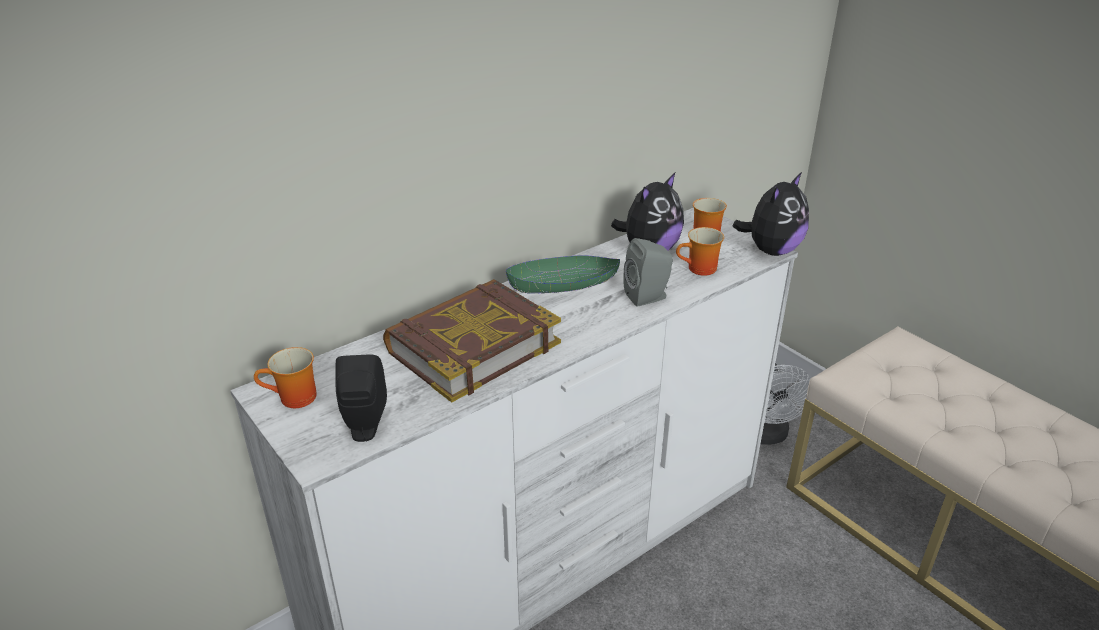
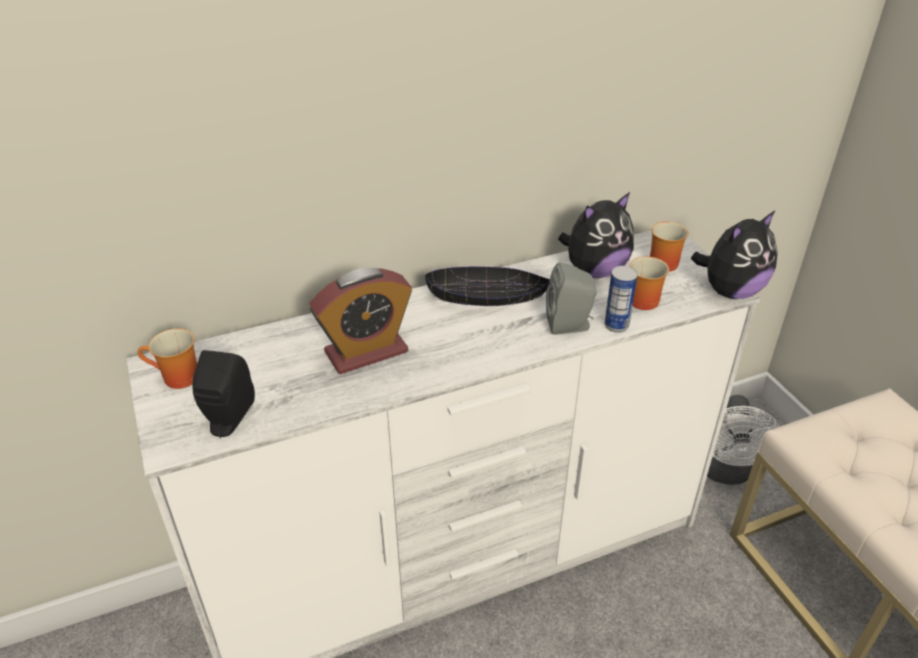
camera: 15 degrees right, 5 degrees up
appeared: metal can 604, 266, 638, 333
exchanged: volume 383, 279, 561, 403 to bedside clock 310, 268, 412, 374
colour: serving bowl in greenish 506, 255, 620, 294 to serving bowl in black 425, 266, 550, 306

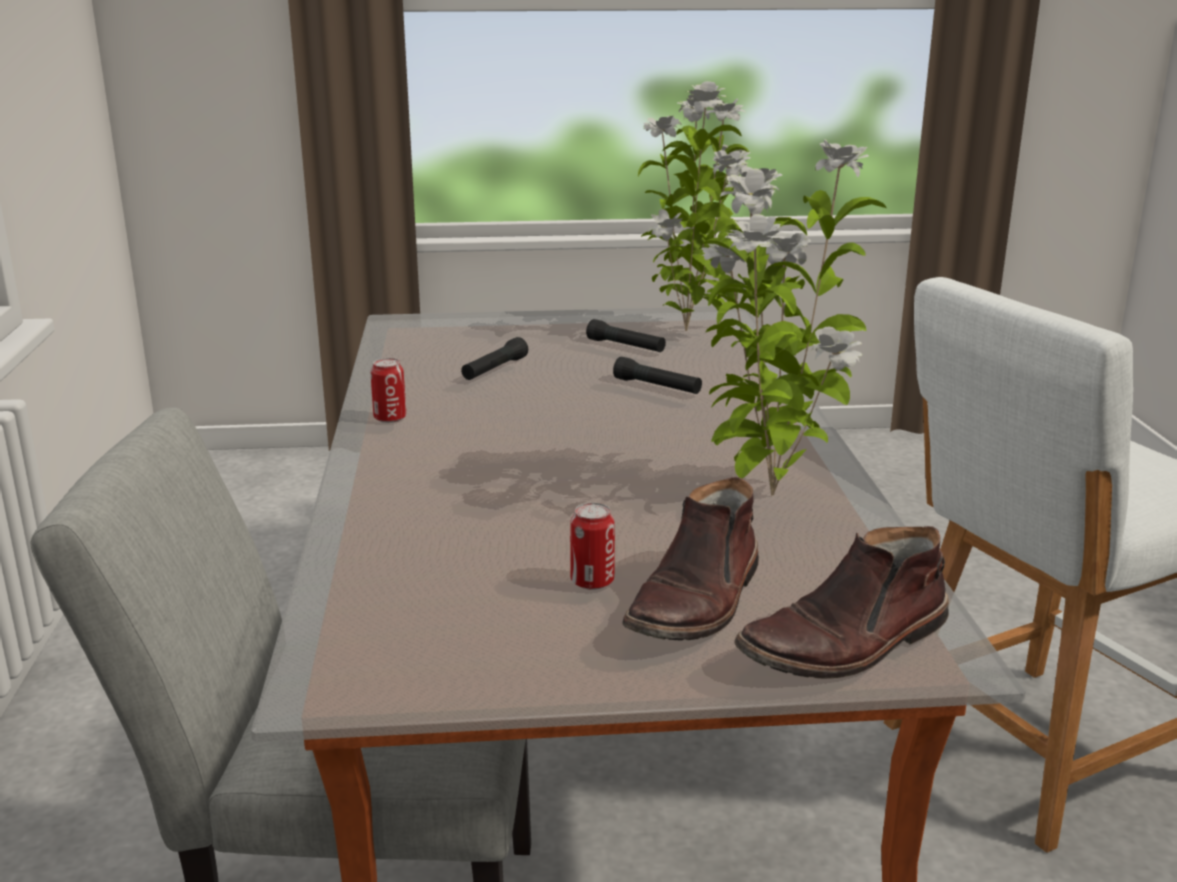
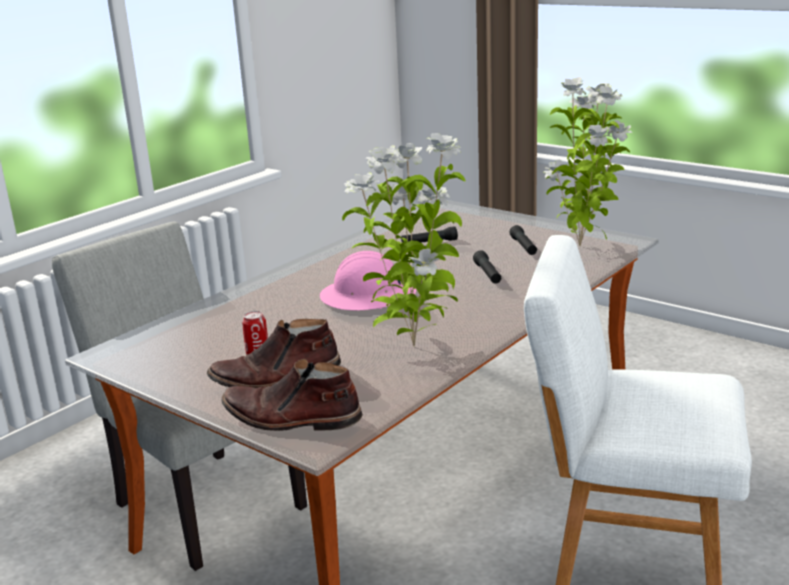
camera: 45 degrees right, 0 degrees up
missing: metal can 370, 358, 406, 423
appeared: work helmet in pinkish 320, 251, 416, 310

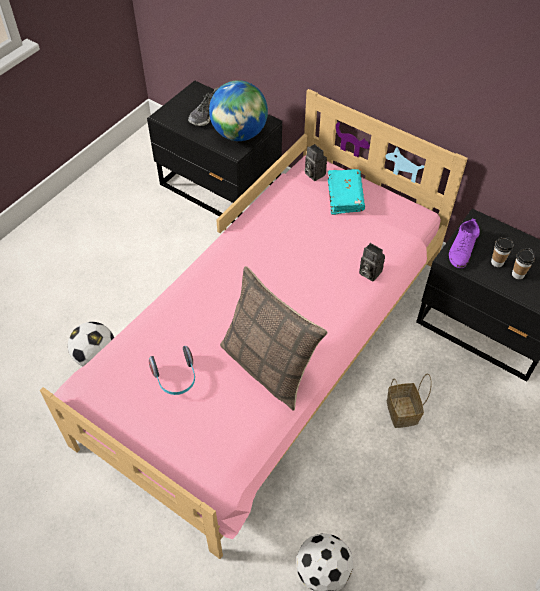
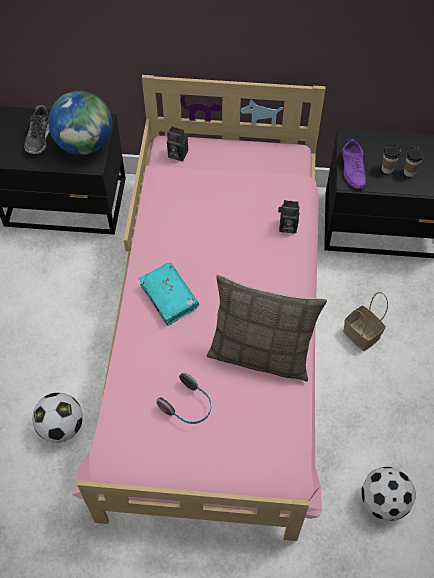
camera: 30 degrees left, 5 degrees up
relocated: volume in turquoise-coloured 328, 169, 365, 215 to 139, 262, 199, 326

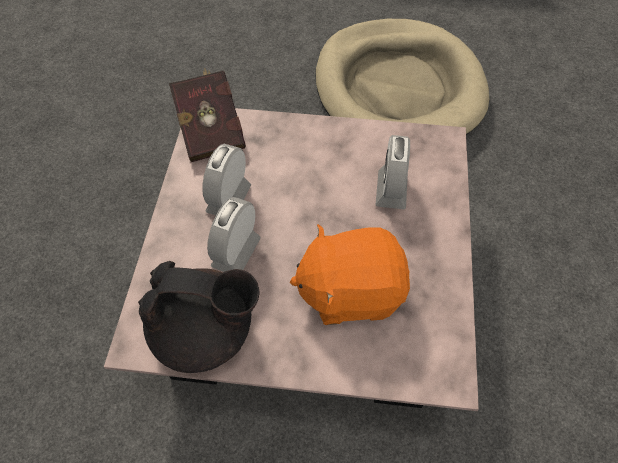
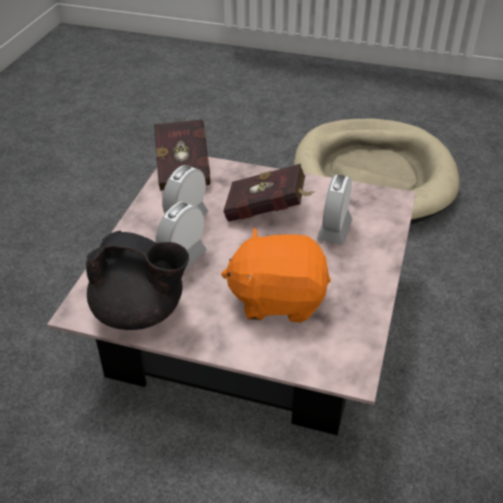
camera: 10 degrees right, 15 degrees down
appeared: volume in red 223, 164, 316, 222

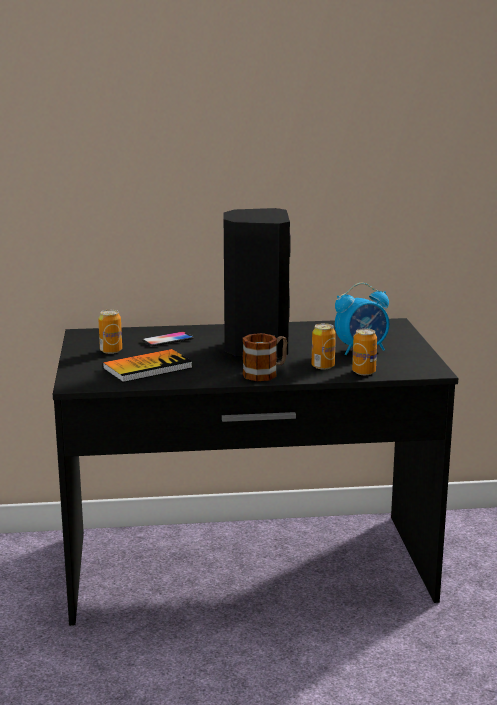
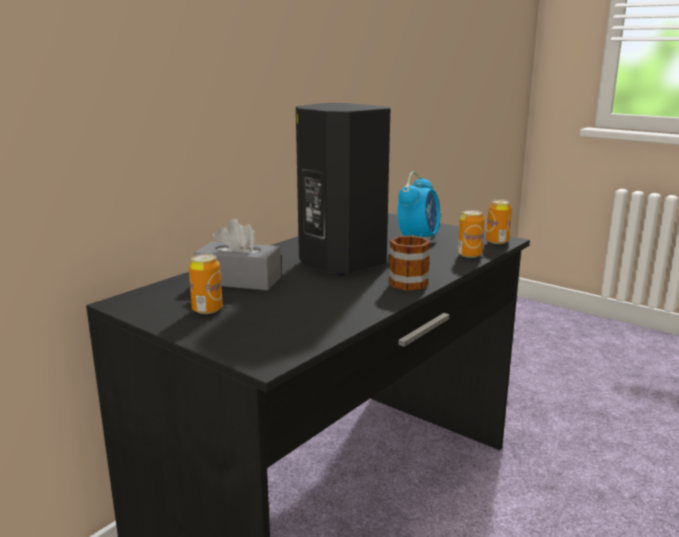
camera: 45 degrees left, 0 degrees up
missing: volume 103, 349, 193, 382
relocated: metal can 311, 323, 336, 370 to 486, 199, 512, 244
exchanged: telephone 142, 331, 194, 347 to tissue box in greyish 194, 219, 281, 291

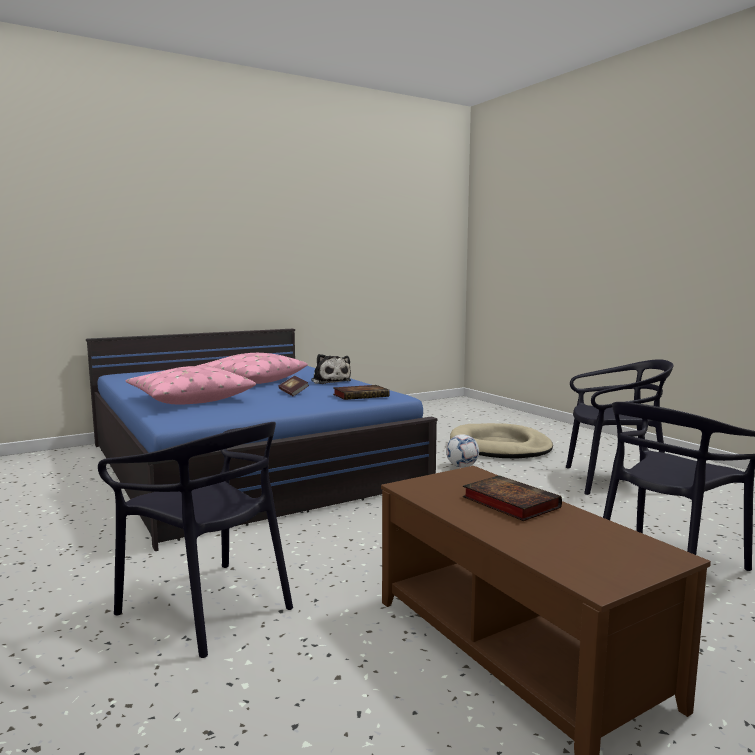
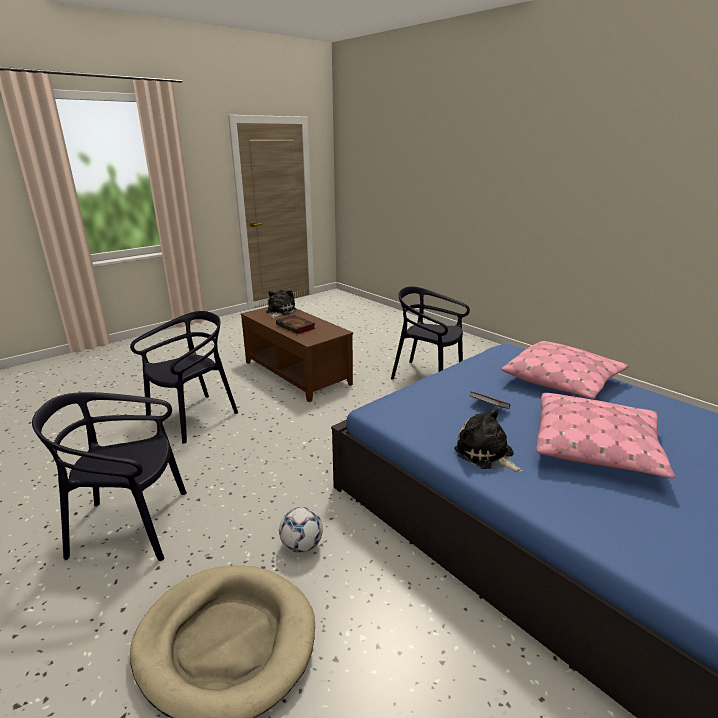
camera: 170 degrees right, 15 degrees up
missing: volume 333, 385, 389, 400
appeared: plush toy 266, 290, 296, 319

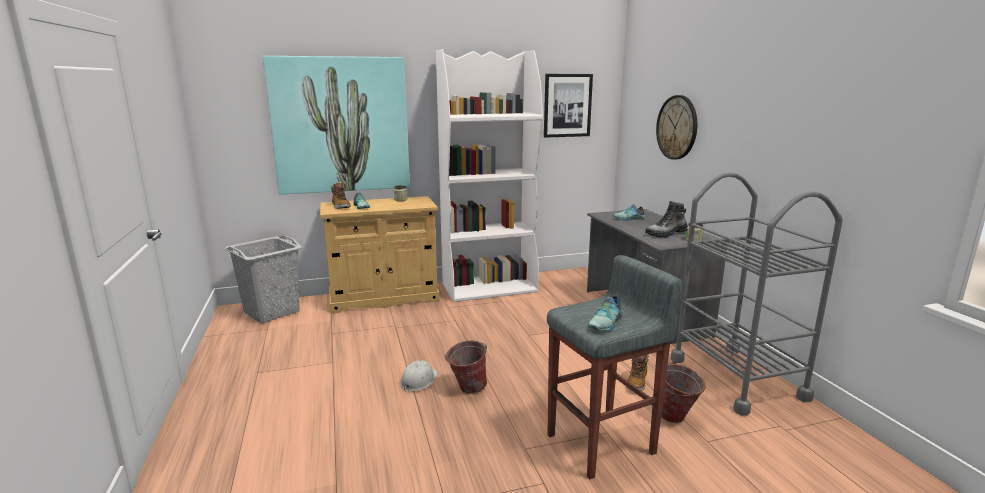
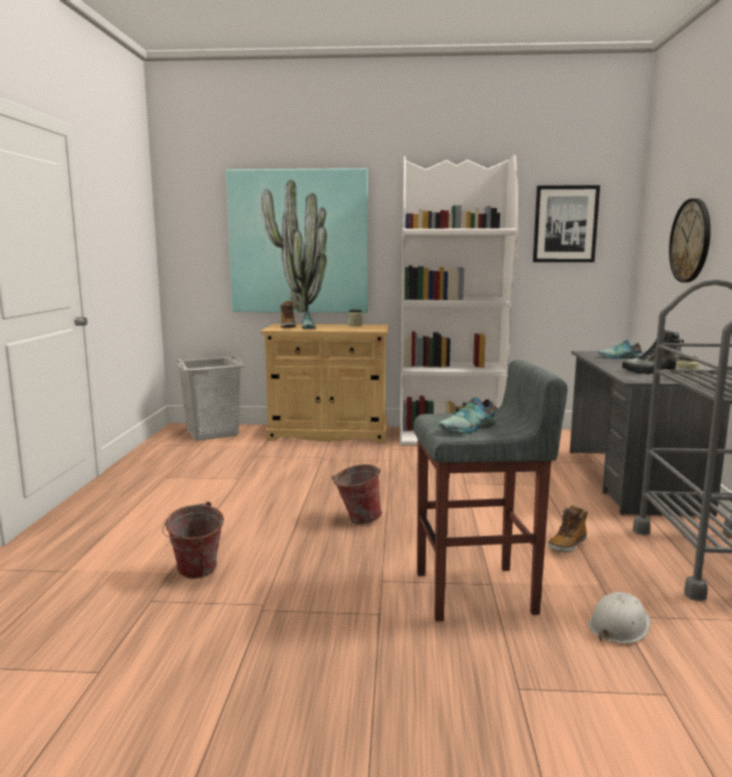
camera: 20 degrees right, 5 degrees down
relocated: work helmet in white-coloured 400, 360, 438, 392 to 589, 592, 651, 644; bucket 661, 361, 706, 423 to 162, 502, 224, 579

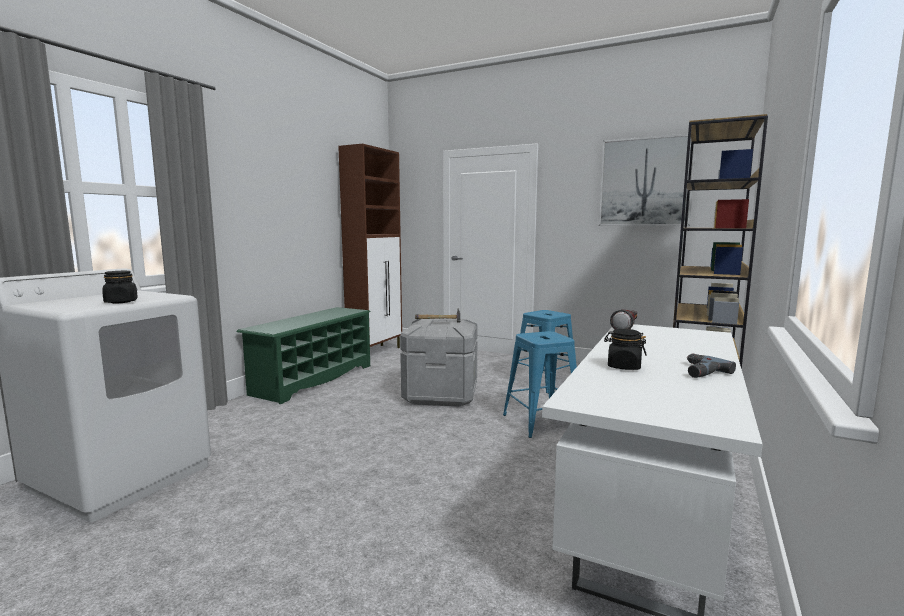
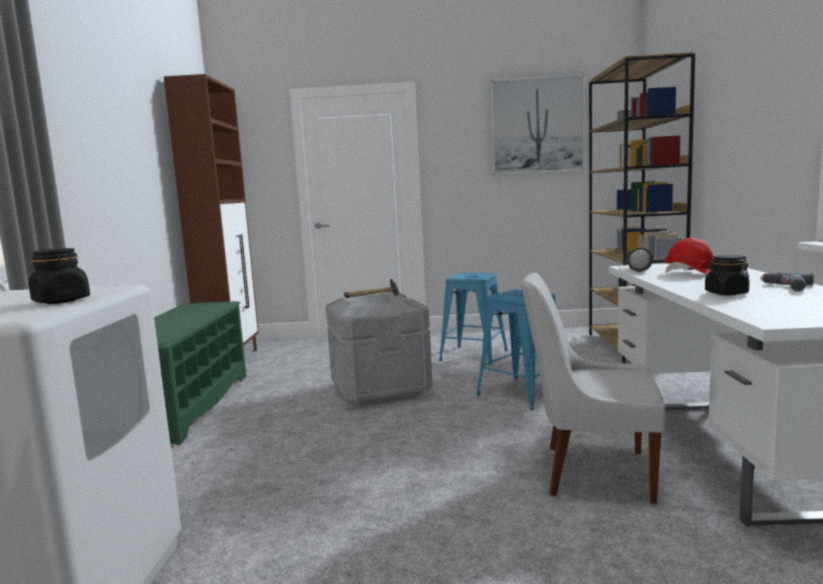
camera: 25 degrees left, 0 degrees up
appeared: plain chair in white-coloured 522, 273, 666, 504; work helmet in red 665, 238, 714, 274

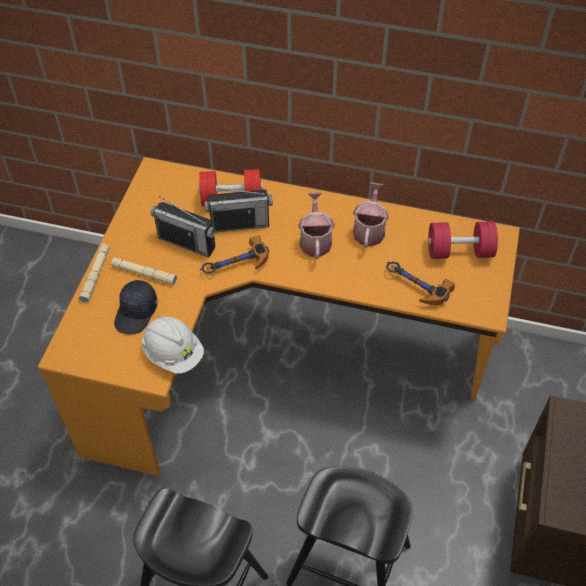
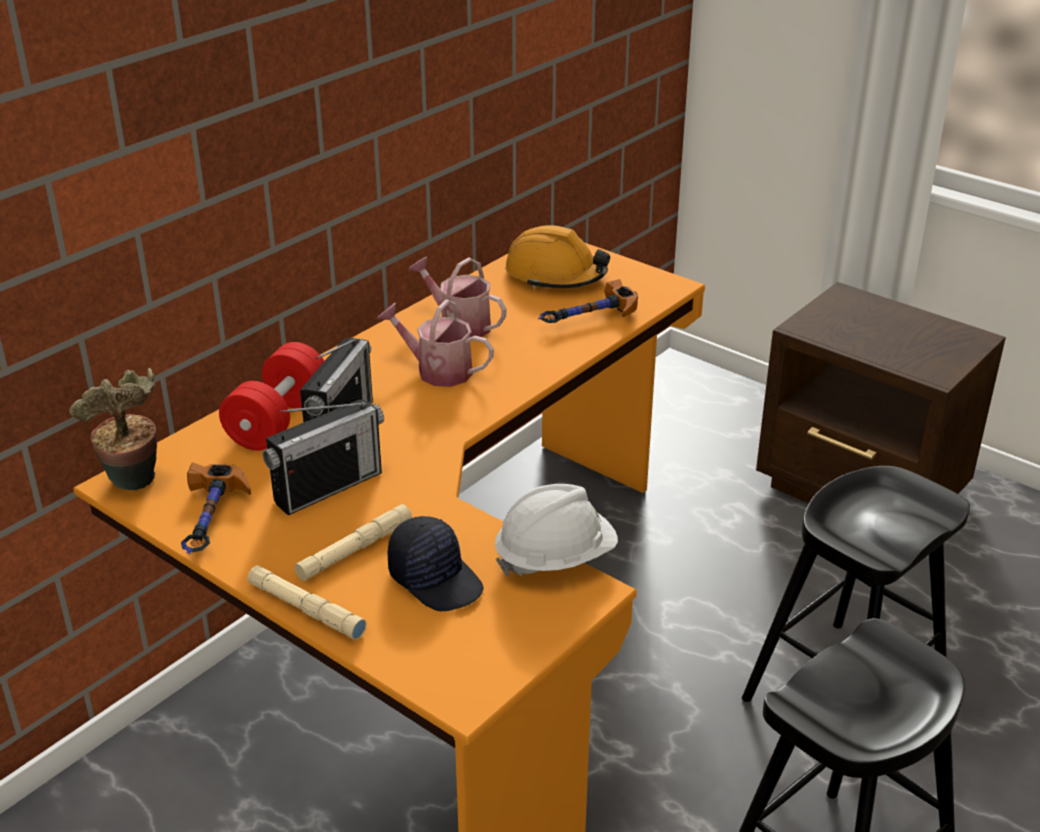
camera: 65 degrees left, 20 degrees down
appeared: potted plant 69, 368, 157, 490
relocated: hand hammer 200, 235, 269, 274 to 181, 463, 251, 554
exchanged: free weight in red 428, 221, 498, 259 to work helmet in orangey 505, 225, 610, 289

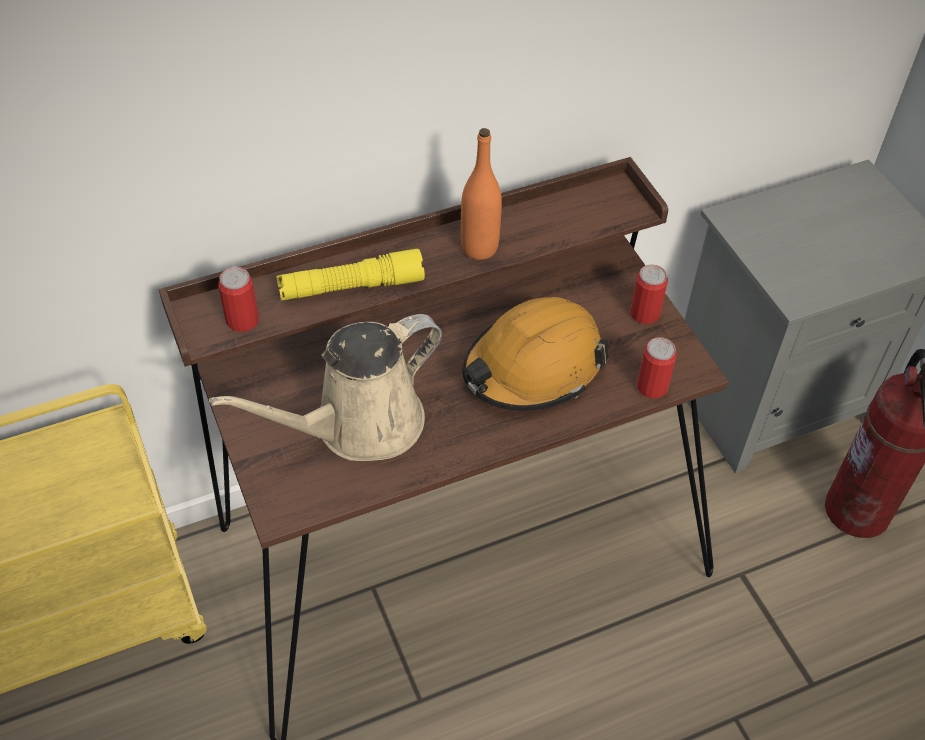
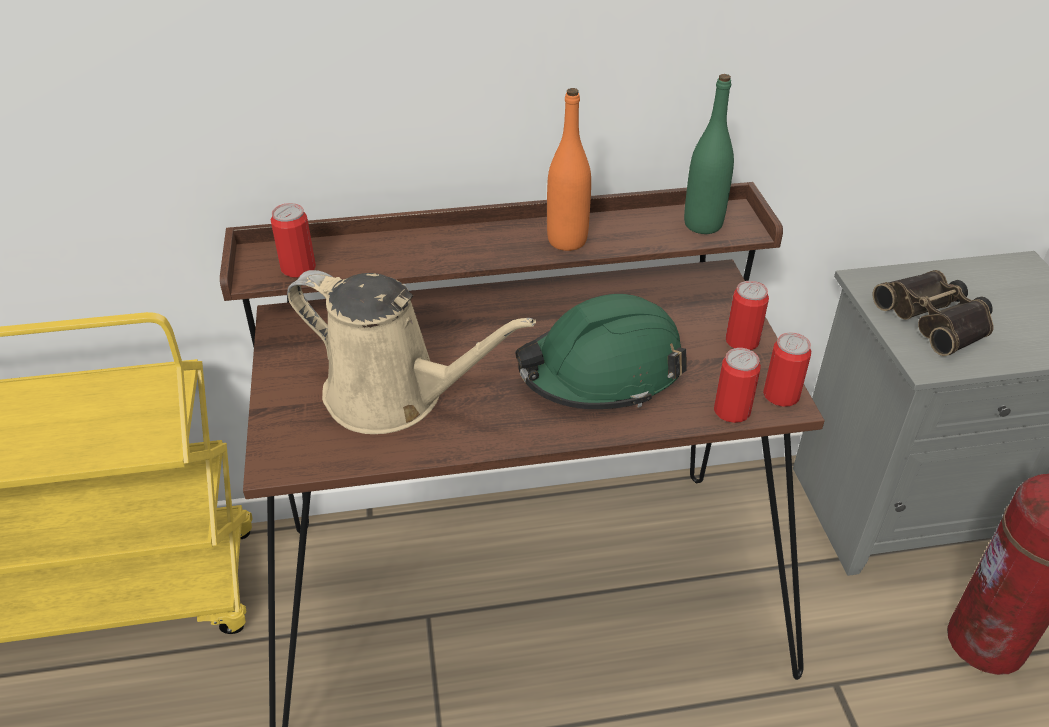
camera: 15 degrees right, 10 degrees down
missing: flashlight in yellow-coloured 276, 249, 425, 300
appeared: beverage bottle in greenish 684, 74, 734, 234; metal can 763, 333, 811, 407; binoculars 873, 270, 994, 356
colour: work helmet in orangey 462, 297, 609, 411 to work helmet in greenish 515, 294, 687, 409
spun: watering can in sand-coloured 209, 314, 442, 461 = 287, 270, 536, 434 135 degrees counterclockwise

